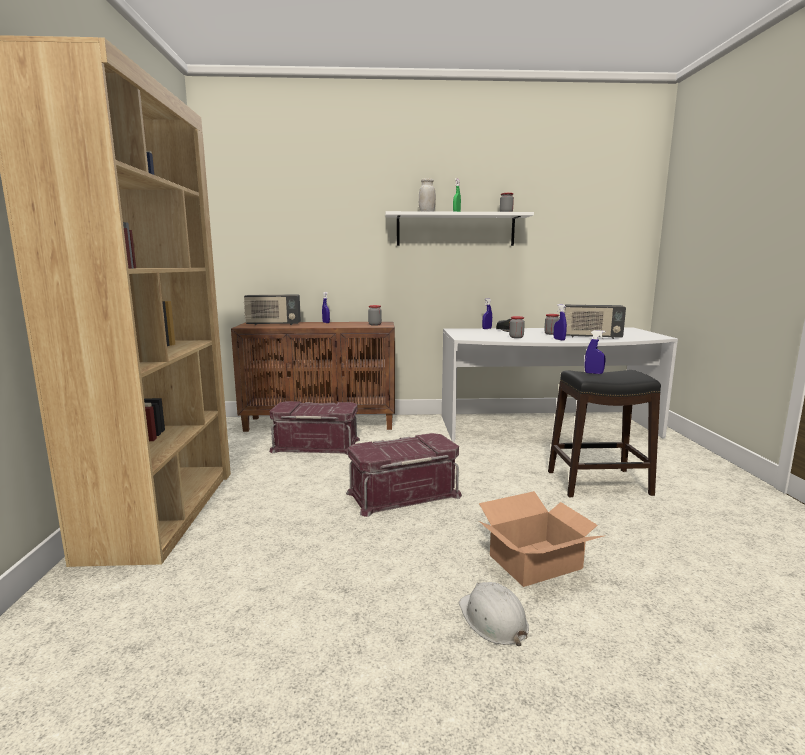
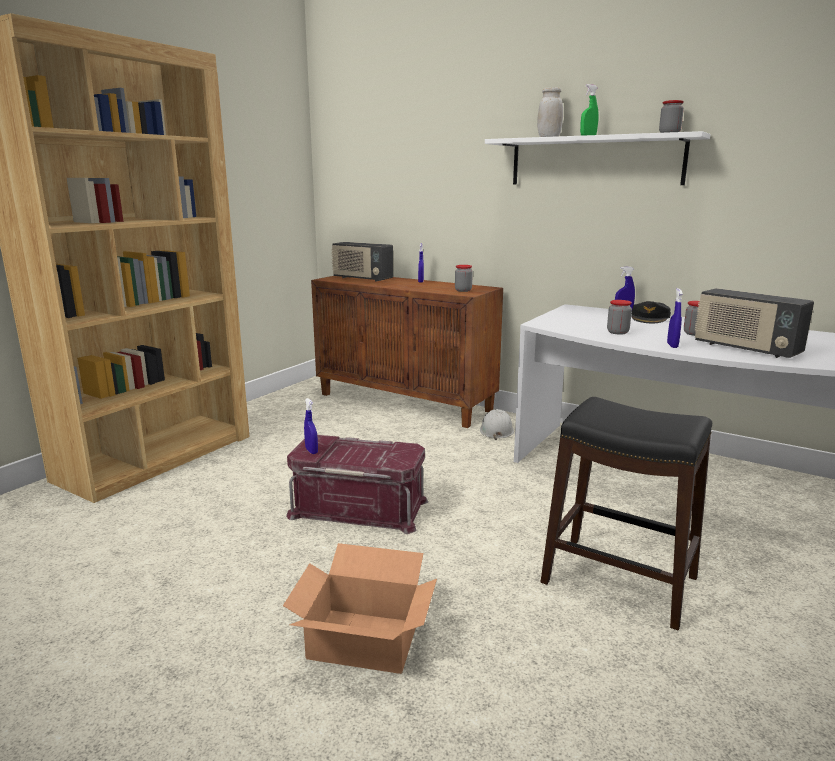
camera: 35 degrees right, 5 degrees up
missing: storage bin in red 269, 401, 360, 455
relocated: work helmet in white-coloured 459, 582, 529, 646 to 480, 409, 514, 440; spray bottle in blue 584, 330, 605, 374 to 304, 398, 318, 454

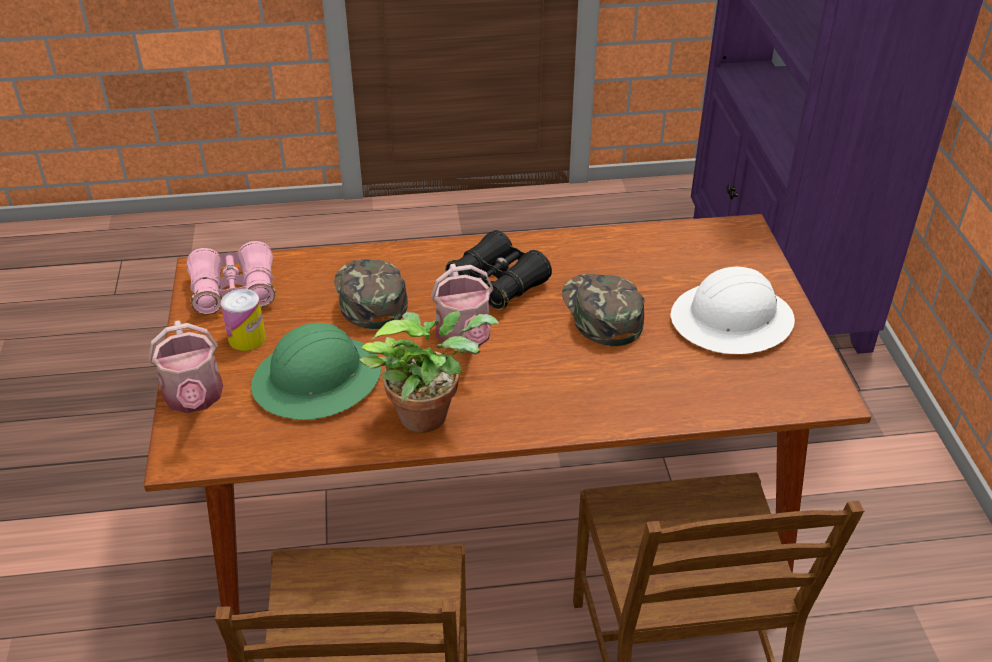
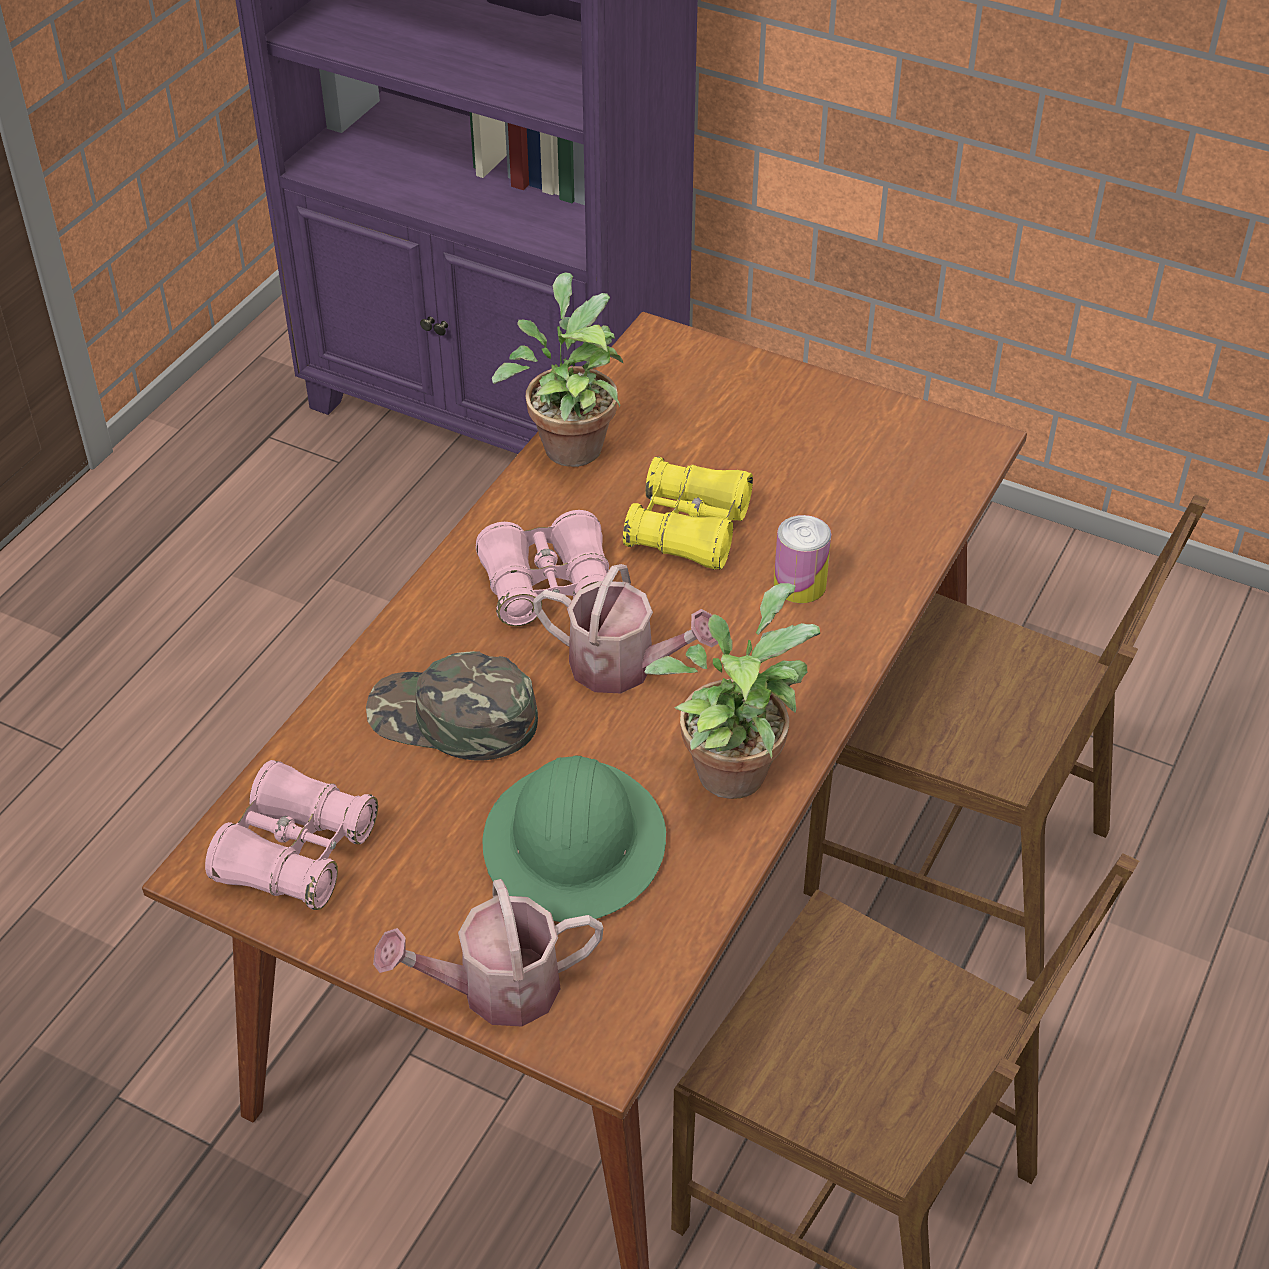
camera: 55 degrees left, 5 degrees up
missing: work helmet in white-coloured 670, 267, 795, 354
appeared: potted plant 492, 272, 623, 467
relocated: metal can 221, 289, 266, 351 to 774, 515, 831, 603
exchanged: baseball cap in greenish 562, 274, 645, 346 to binoculars in yellow-coloured 623, 457, 753, 570
colour: binoculars in black 445, 230, 552, 310 to binoculars in pinkish 476, 510, 614, 626
spun: watering can 149, 320, 223, 413 = 373, 879, 603, 1026 150 degrees clockwise

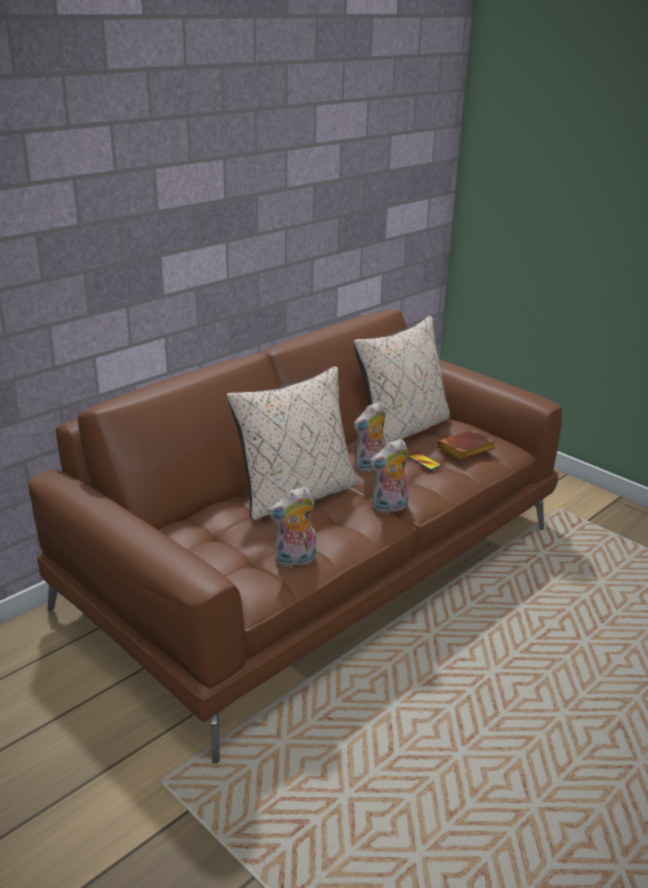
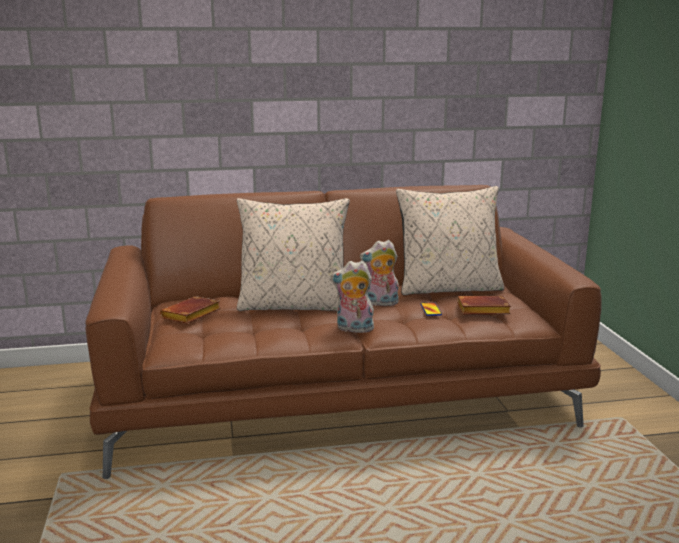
camera: 35 degrees right, 10 degrees down
missing: plush toy 268, 486, 316, 568
appeared: volume in brown-coloured 160, 296, 221, 323

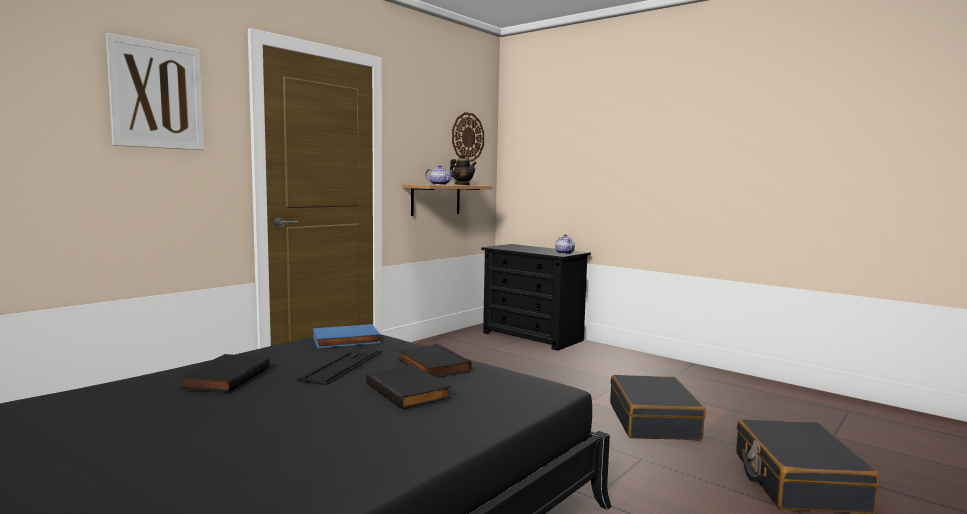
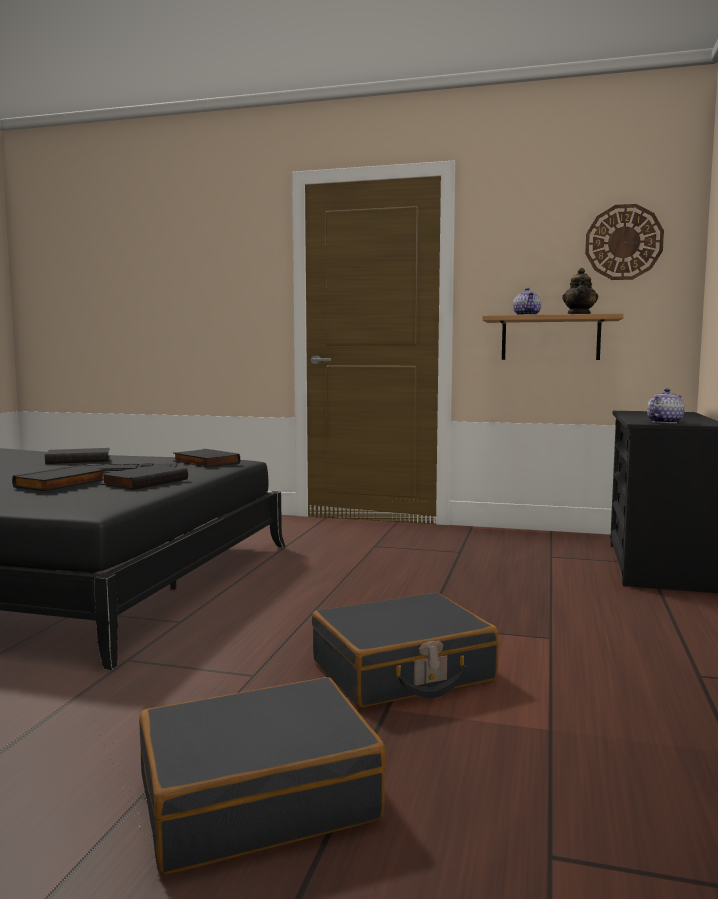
camera: 65 degrees right, 0 degrees up
missing: wall picture 106, 33, 204, 150
colour: volume in blue 313, 324, 380, 348 to volume in black 173, 449, 240, 467

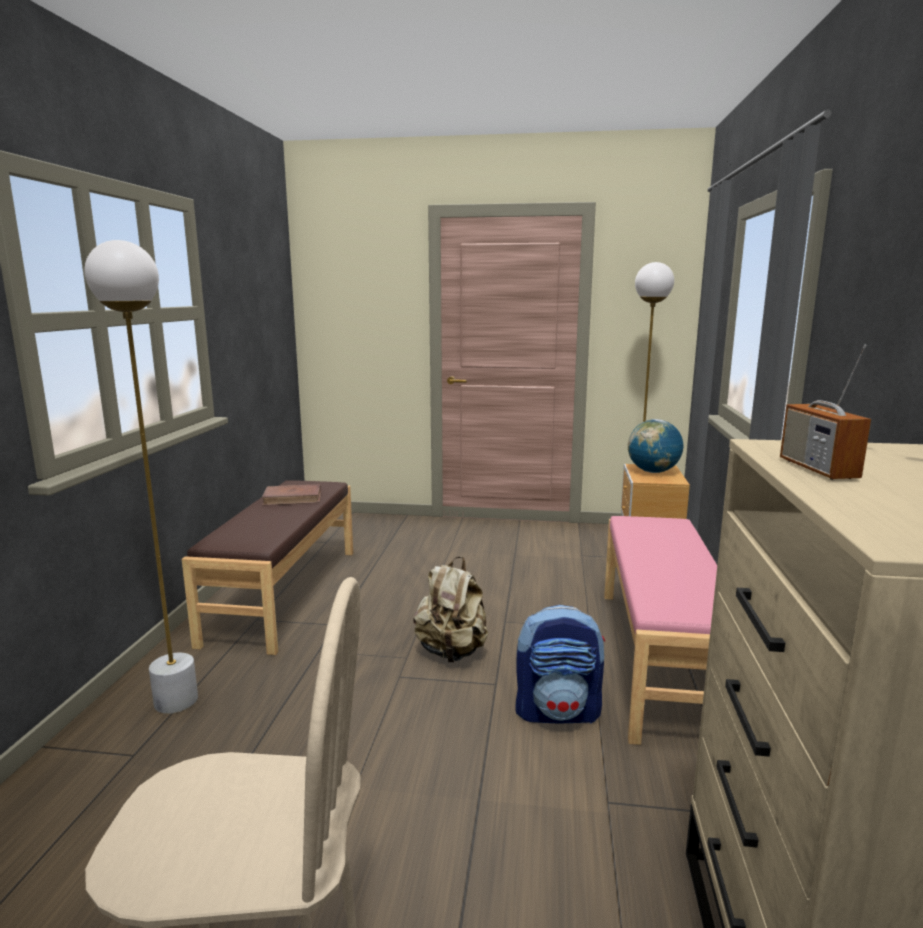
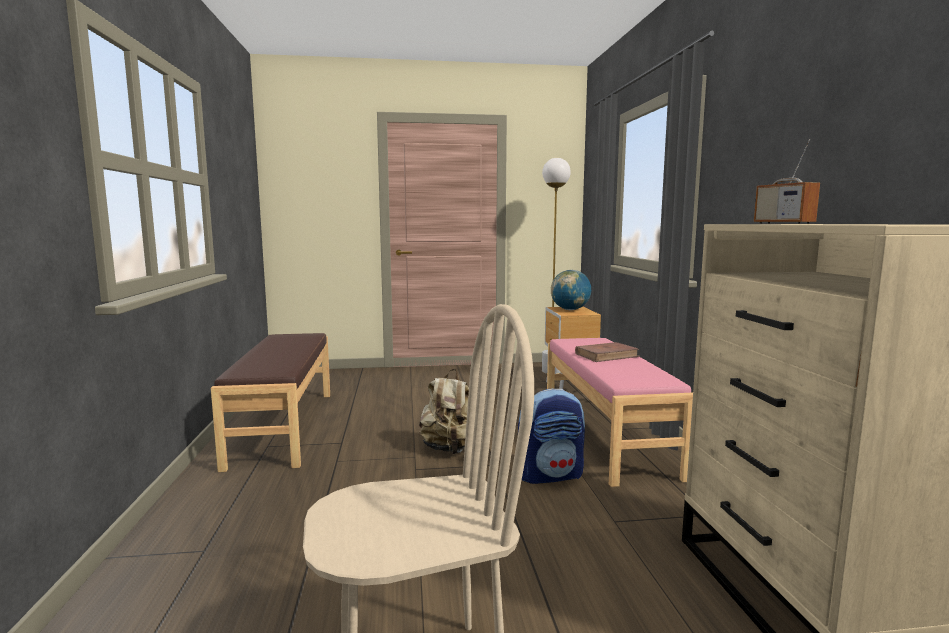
camera: 15 degrees left, 5 degrees down
missing: standard lamp in white-coloured 84, 240, 198, 714
relocated: volume in brown-coloured 262, 484, 321, 506 to 575, 342, 640, 362

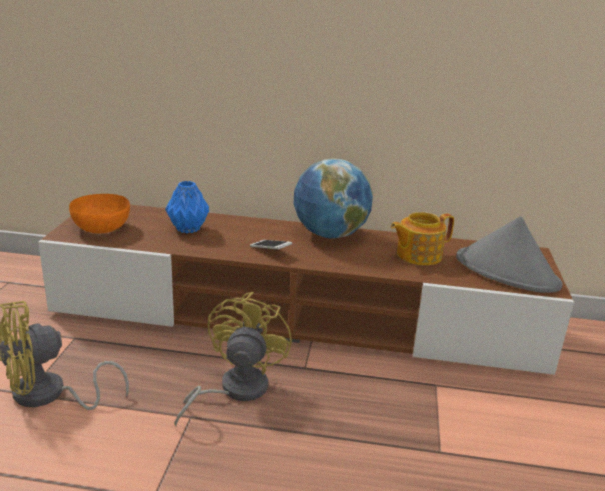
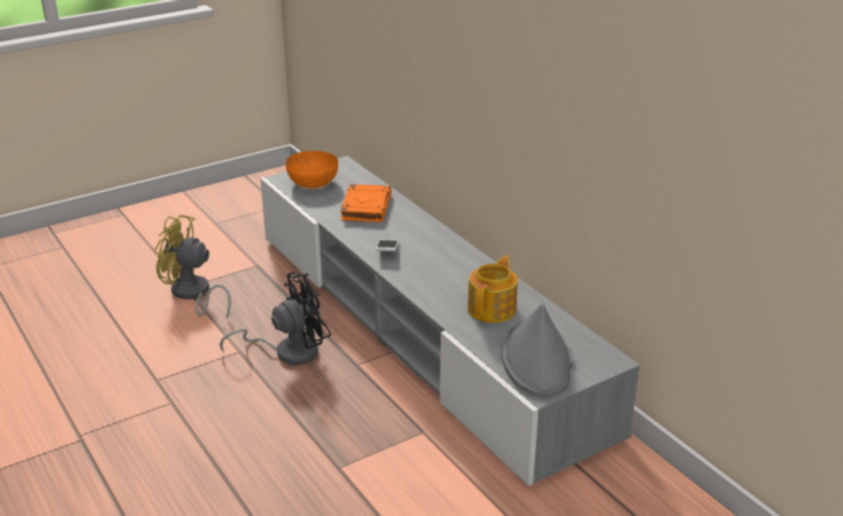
camera: 50 degrees right, 5 degrees up
missing: globe 294, 158, 373, 239
exchanged: decorative vase in blue 165, 181, 209, 233 to volume in orangey 340, 184, 392, 222
colour: media console in brown-coloured 38, 205, 574, 375 to media console in greyish 260, 156, 640, 486; cooling fan in yellow-coloured 174, 292, 292, 426 to cooling fan in black 220, 272, 331, 365
spun: pot for tea 391, 212, 454, 265 = 468, 255, 518, 323 90 degrees clockwise

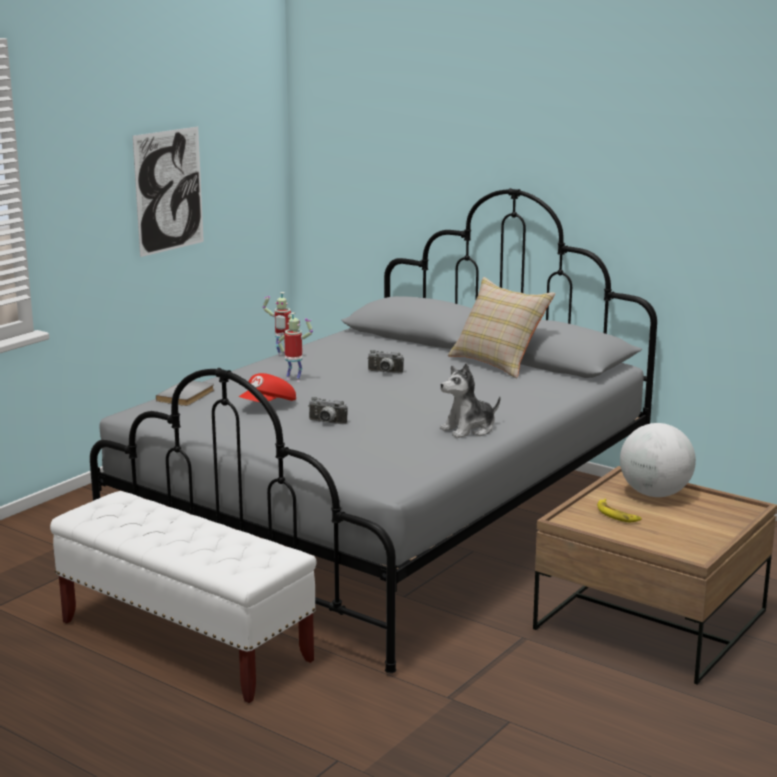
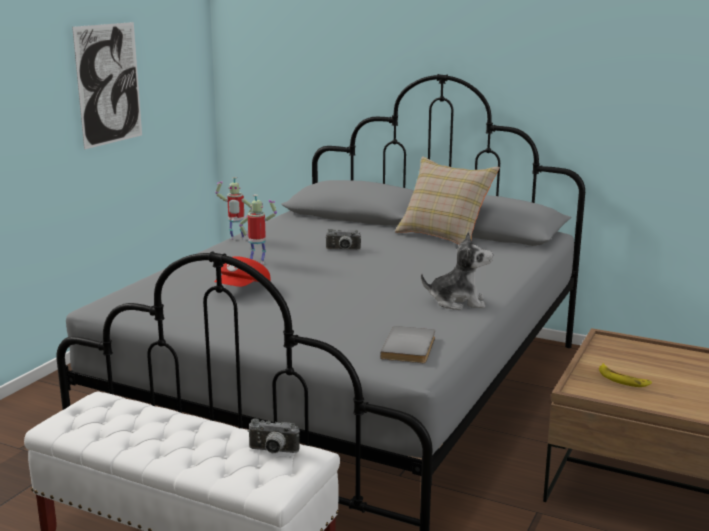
camera: 10 degrees left, 0 degrees up
missing: globe 620, 423, 696, 497
relocated: volume in greyish 156, 381, 214, 406 to 380, 326, 435, 363; still camera 308, 397, 348, 424 to 247, 418, 300, 454
spun: plush toy 440, 363, 500, 438 = 421, 231, 493, 310 135 degrees counterclockwise

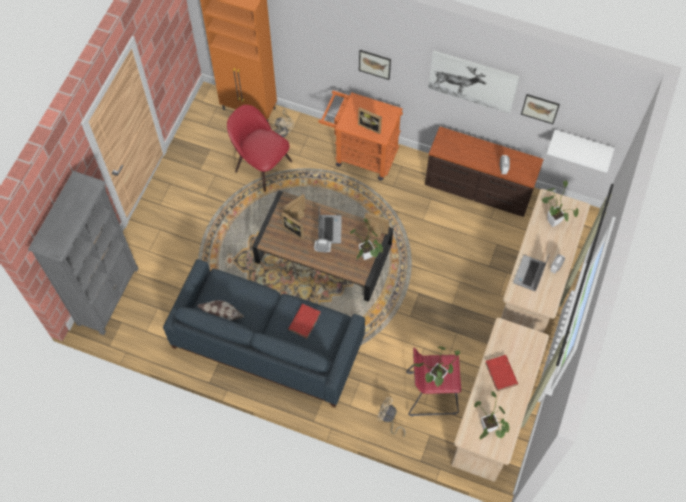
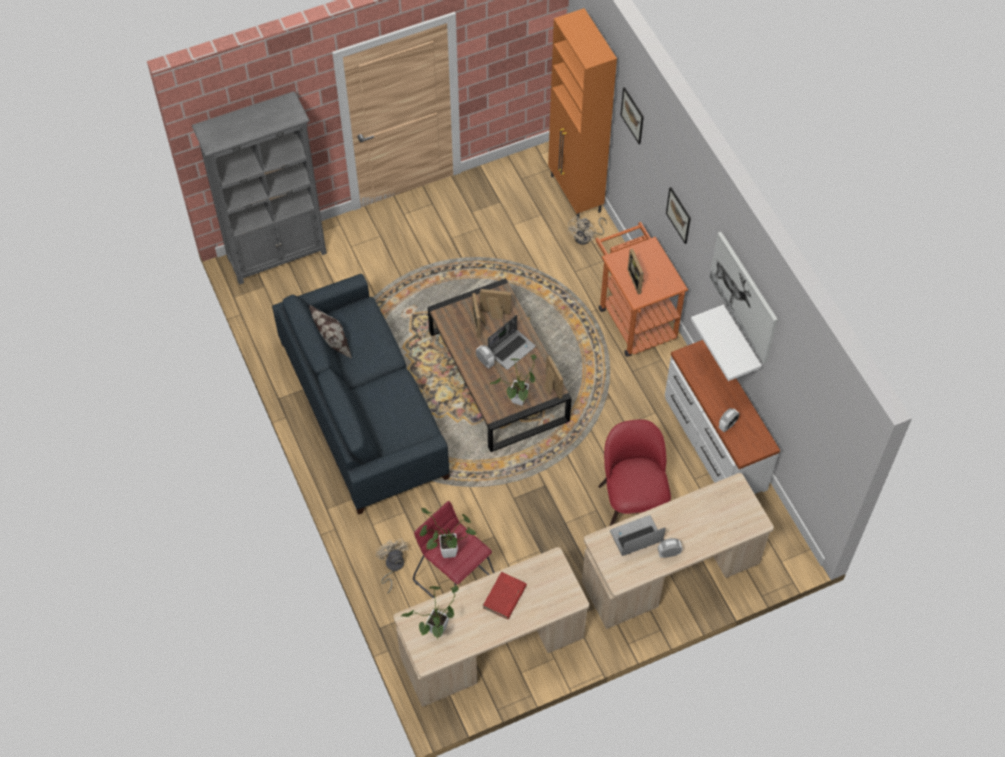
camera: 45 degrees right, 5 degrees down
missing: volume in red 288, 304, 321, 338; potted plant 541, 180, 579, 227
relocated: plain chair in red 227, 105, 292, 191 to 598, 419, 671, 526; wall picture 521, 94, 560, 124 to 621, 87, 644, 144; bracket shelf in white-coloured 547, 129, 615, 173 to 691, 305, 762, 381
colour: chest of drawers in brown-coloured 425, 127, 544, 217 to chest of drawers in white-coloured 665, 340, 780, 494

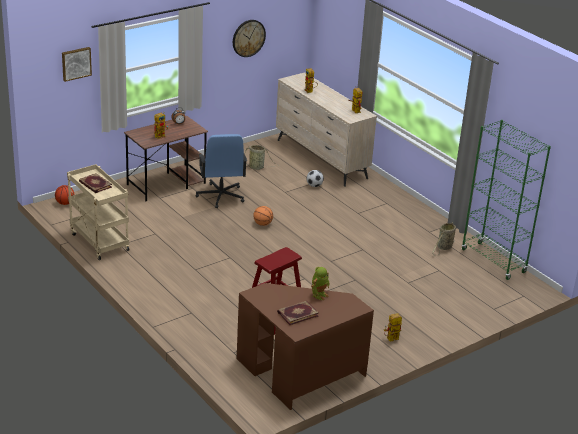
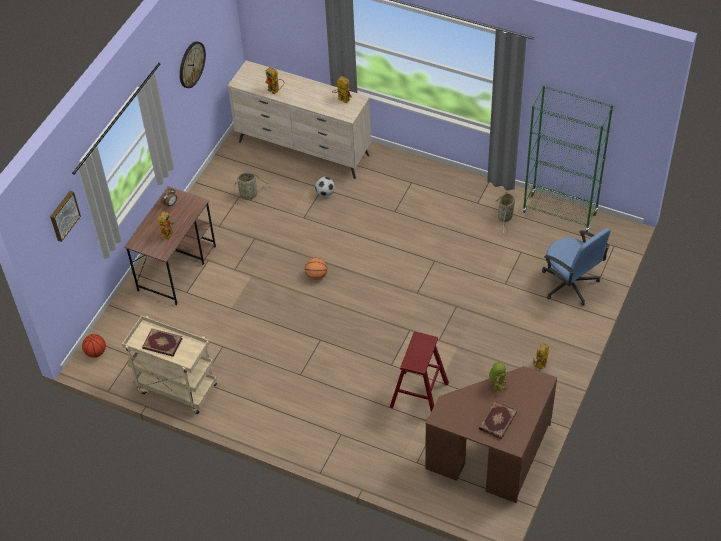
camera: 25 degrees left, 20 degrees up
relocated: desk chair in blue 196, 134, 247, 208 to 542, 228, 610, 305

